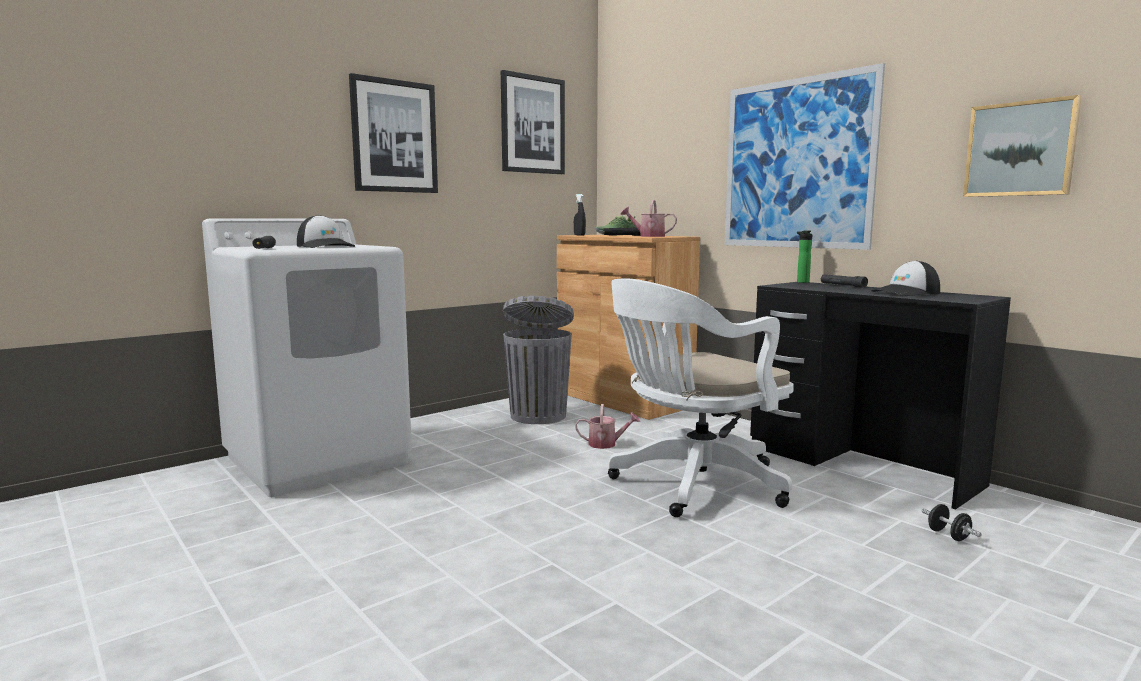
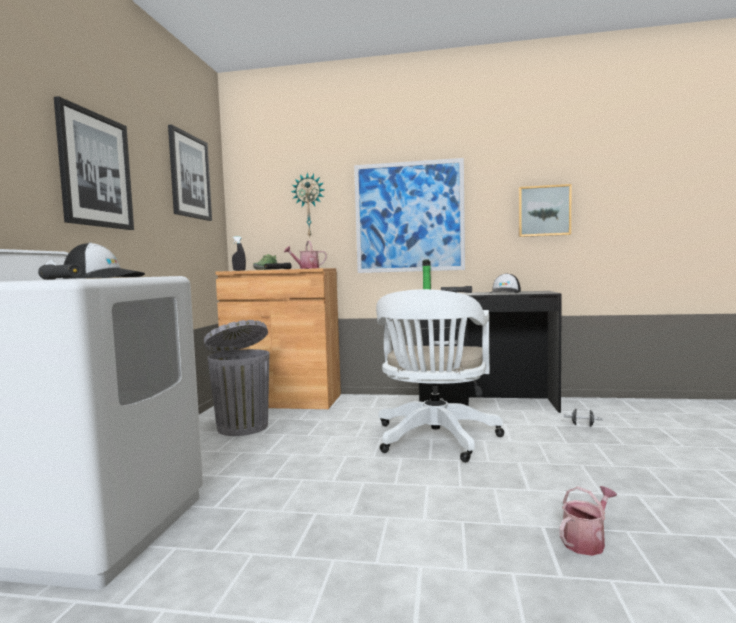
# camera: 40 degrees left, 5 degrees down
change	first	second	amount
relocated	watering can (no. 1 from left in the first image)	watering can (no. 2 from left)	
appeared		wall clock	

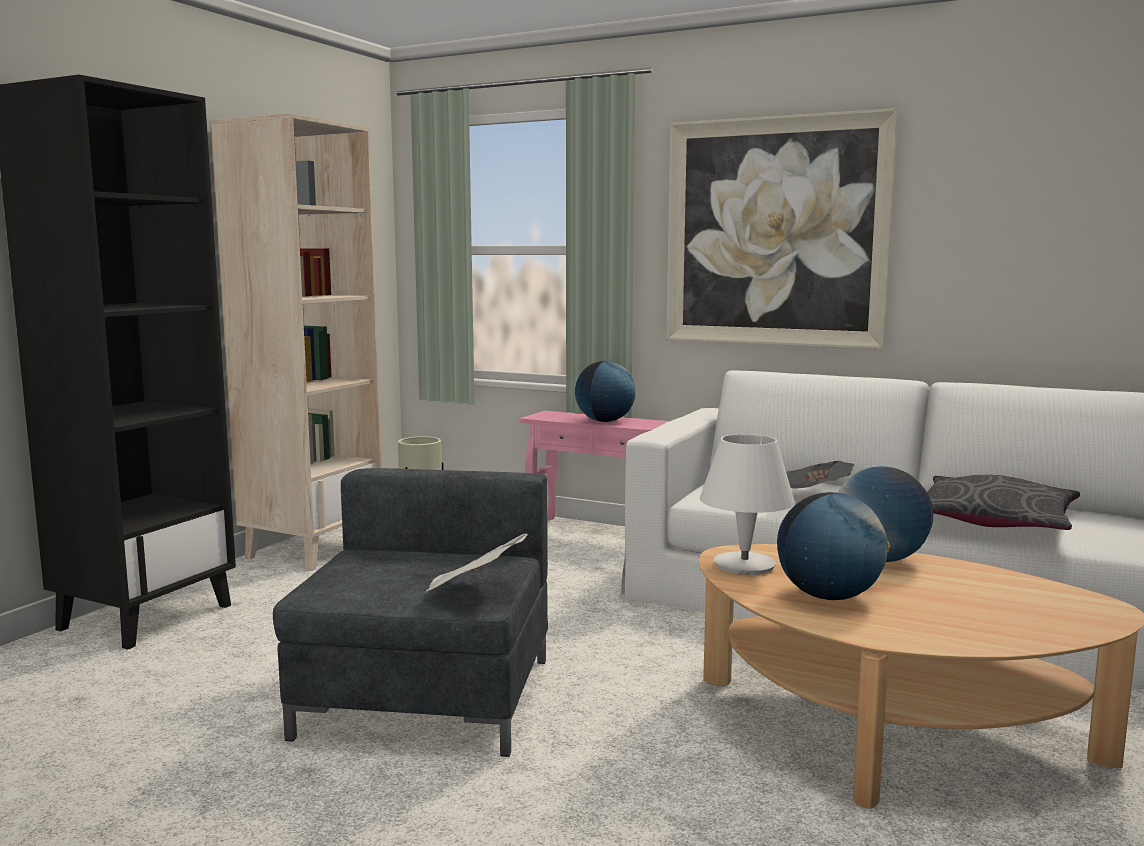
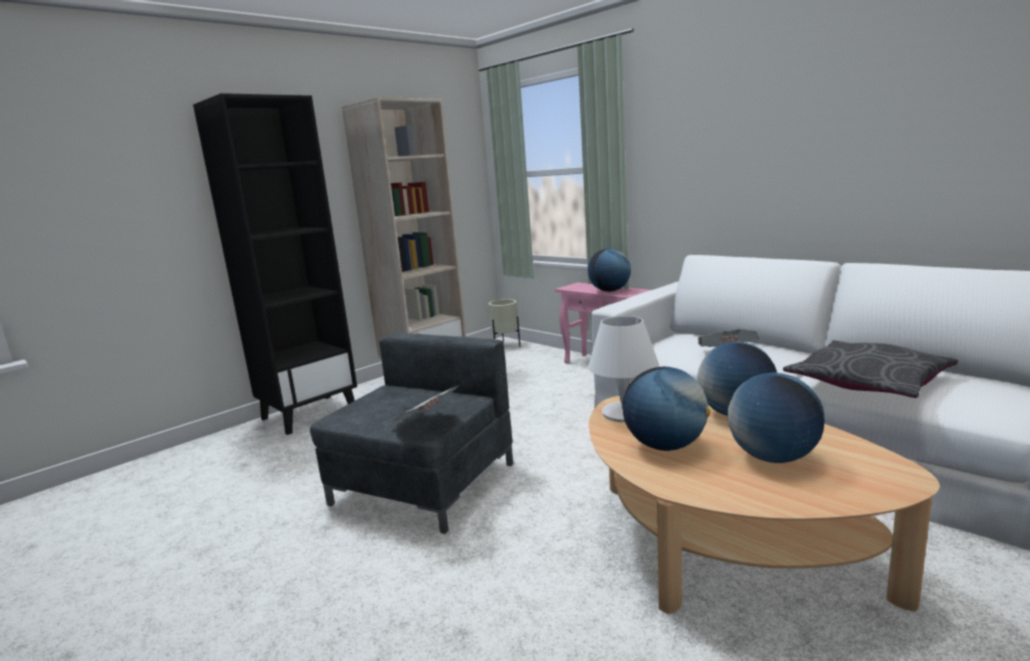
# camera: 20 degrees right, 5 degrees up
change	first	second	amount
missing	picture		
appeared		globe (no. 4 from left)	

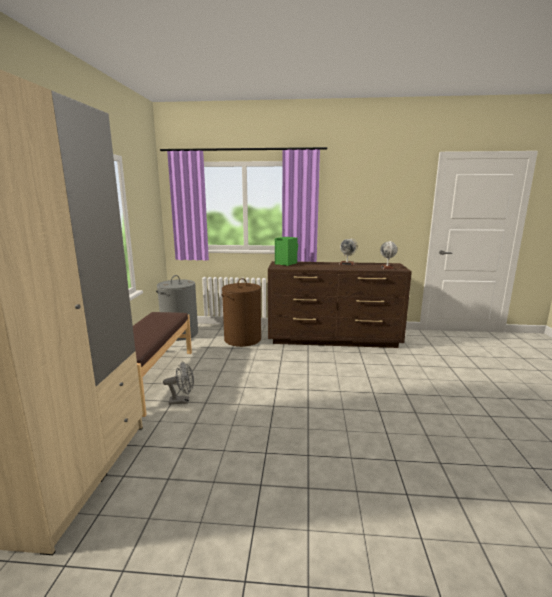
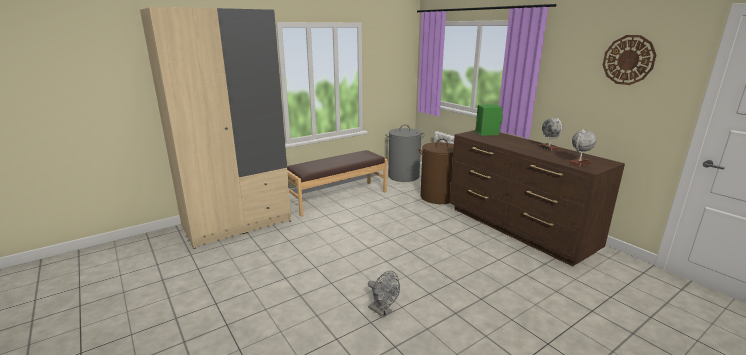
# camera: 50 degrees right, 5 degrees up
change	first	second	amount
relocated	grey fan		
appeared		wall clock	

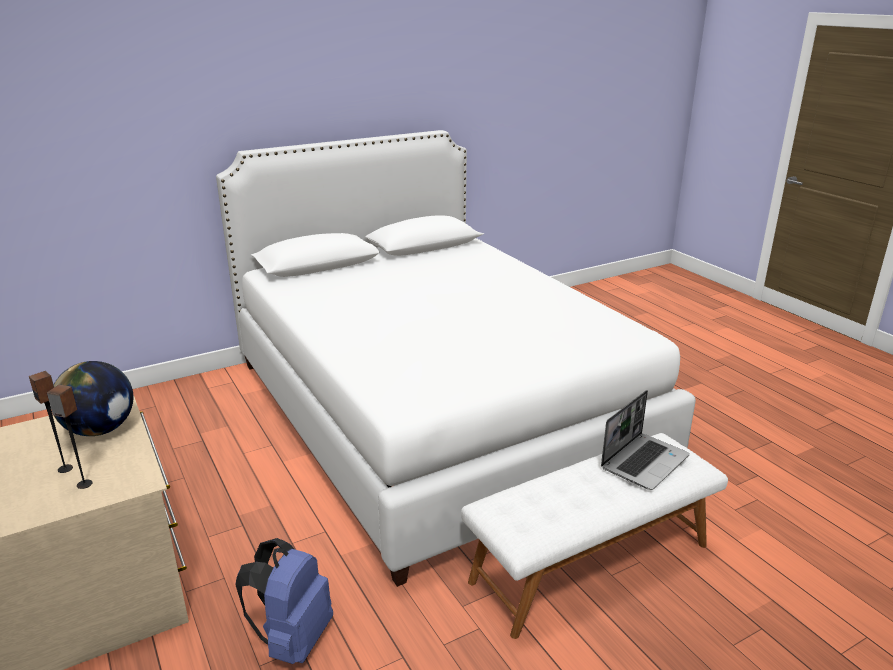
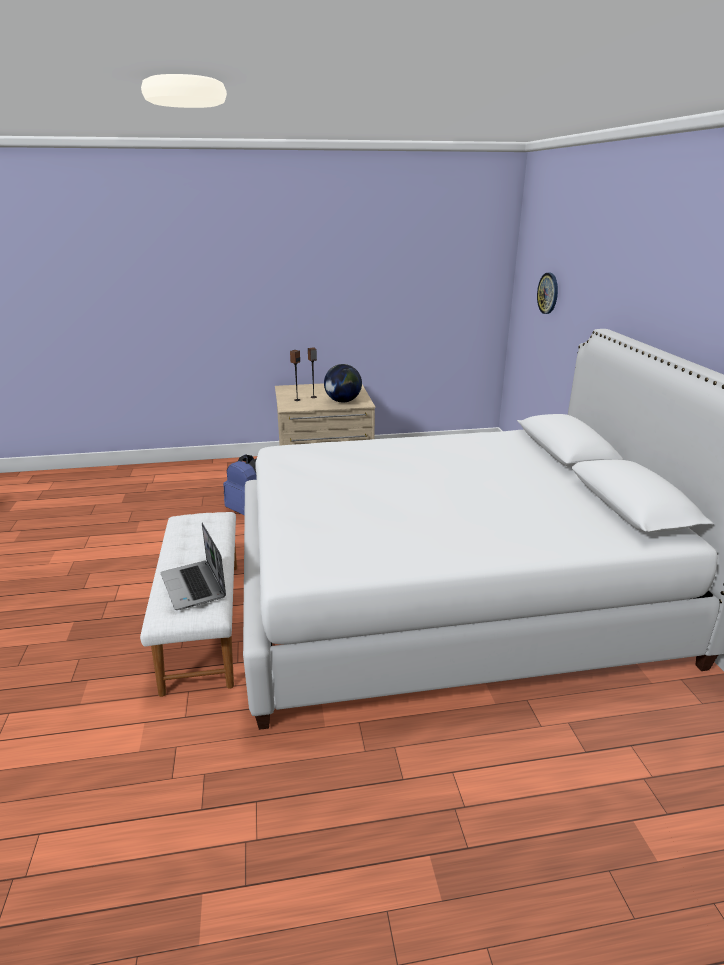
# camera: 110 degrees right, 0 degrees up
change	first	second	amount
appeared		wall clock	

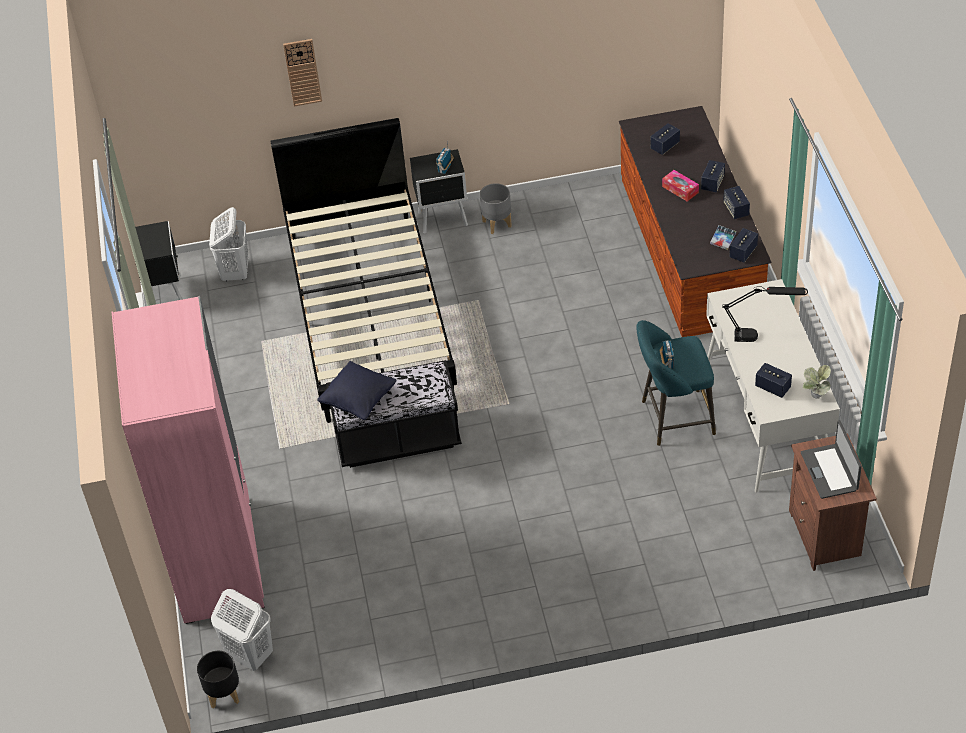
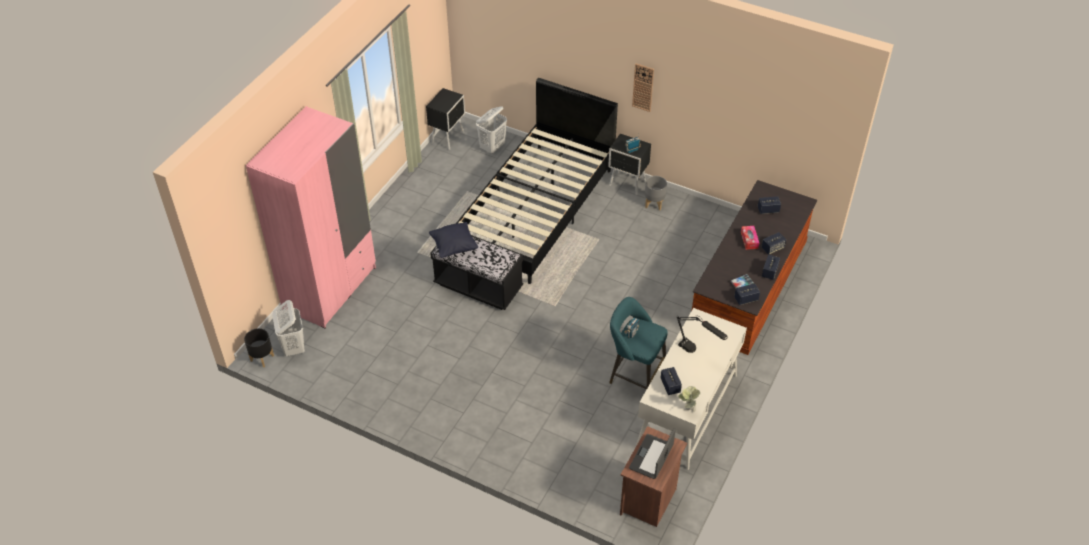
# camera: 35 degrees right, 0 degrees up
change	first	second	amount
relocated	wall clock		

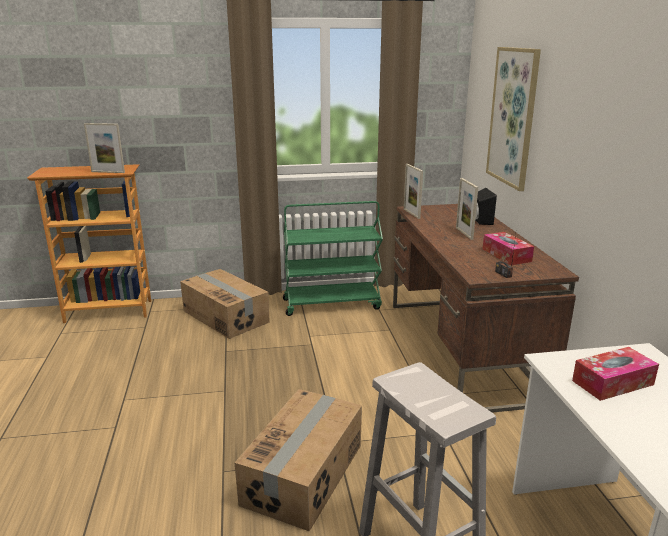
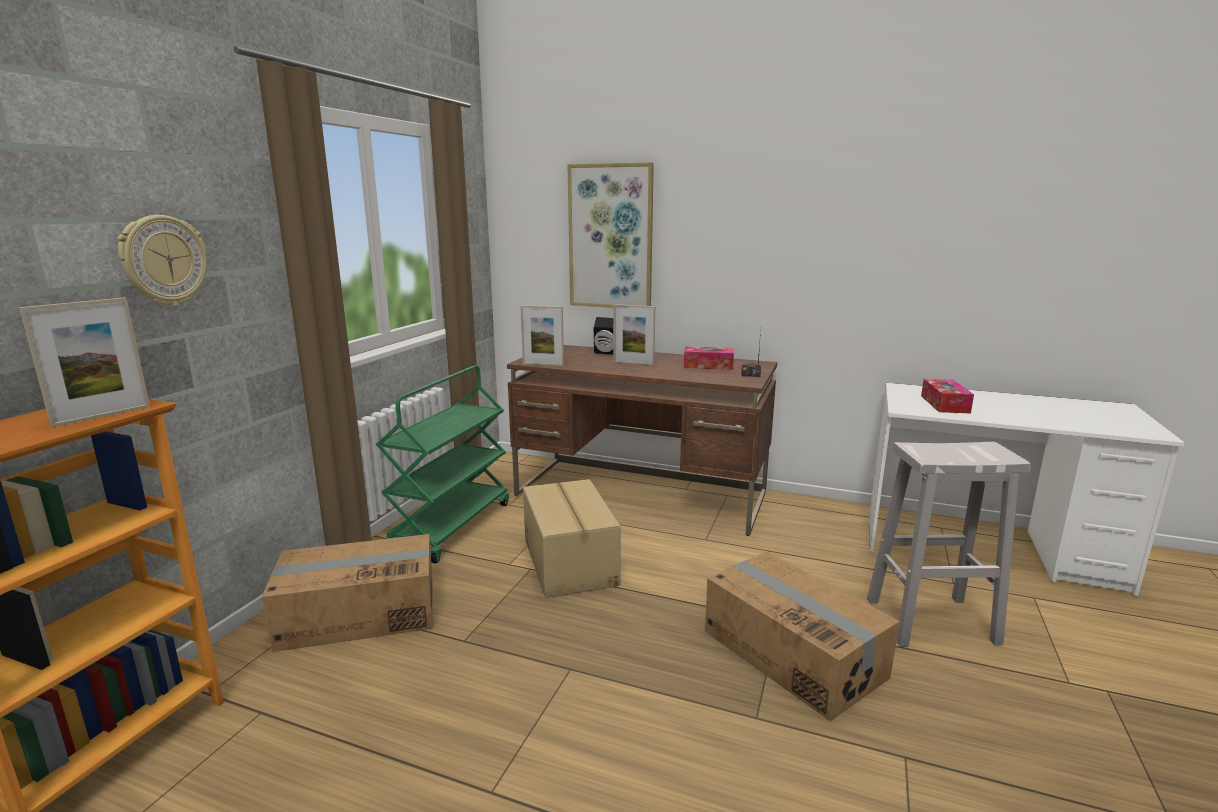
# camera: 60 degrees left, 5 degrees down
change	first	second	amount
appeared		wall clock	
appeared		cardboard box (no. 2 from left)	

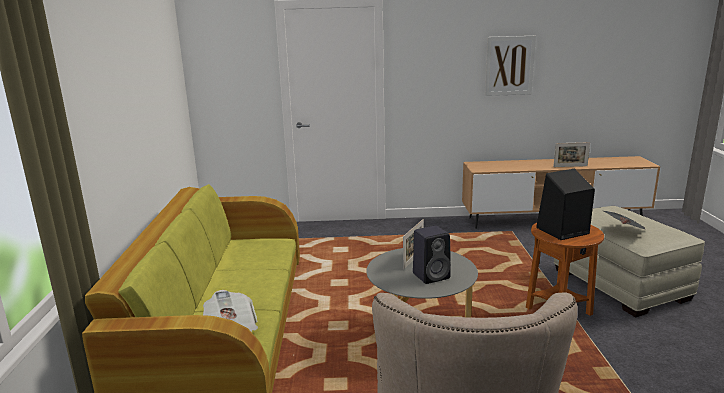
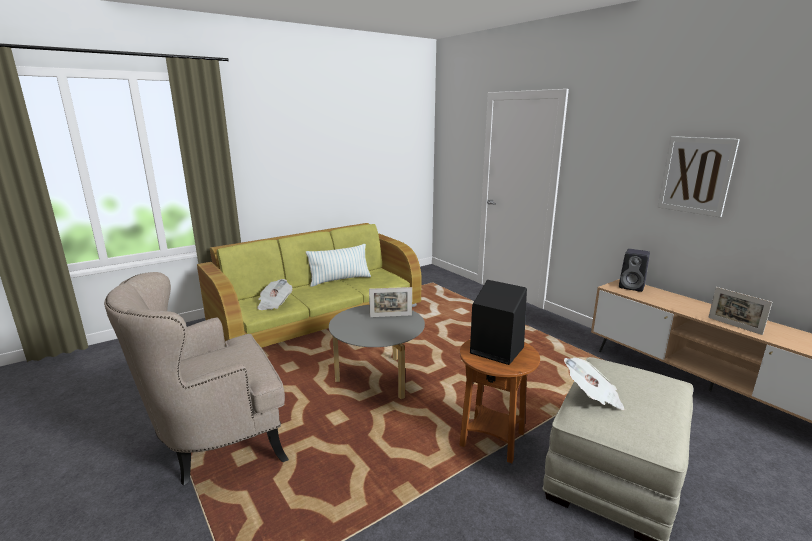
# camera: 55 degrees right, 0 degrees up
change	first	second	amount
relocated	black speaker (no. 1 from left in the first image)	black speaker (no. 2 from left)	
appeared		pillow	

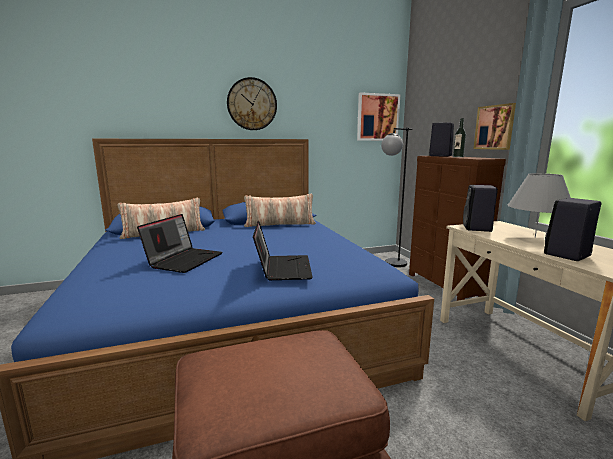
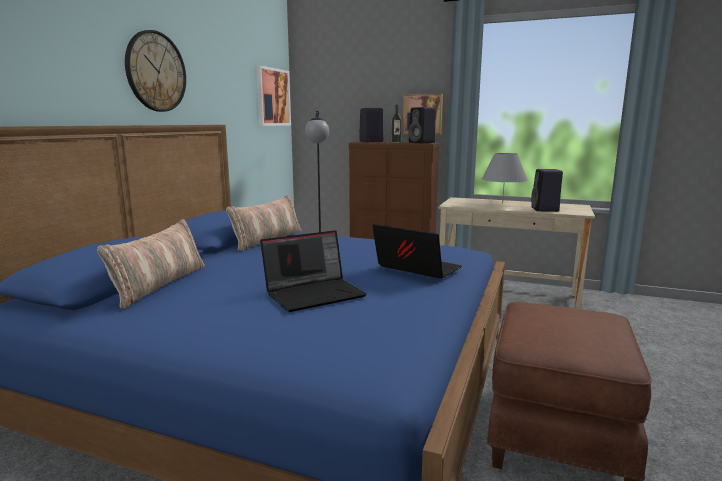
# camera: 50 degrees left, 0 degrees up
change	first	second	amount
relocated	black speaker (no. 2 from left)		
spun	laptop (no. 1 from left)		90 degrees clockwise

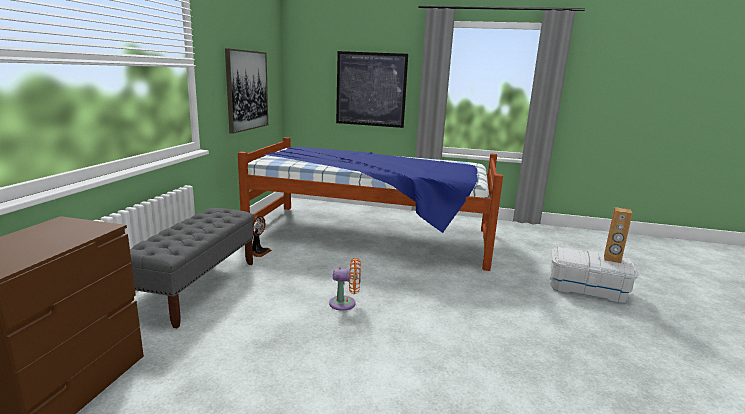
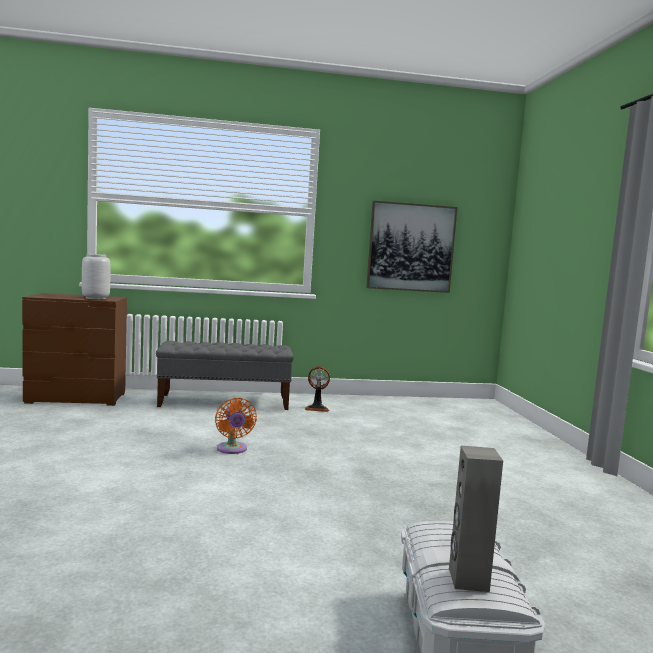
# camera: 70 degrees right, 10 degrees down
change	first	second	amount
missing	picture (no. 2 from left)		
missing	bed		
colour	brown speaker	grey speaker	
appeared		grey vase	

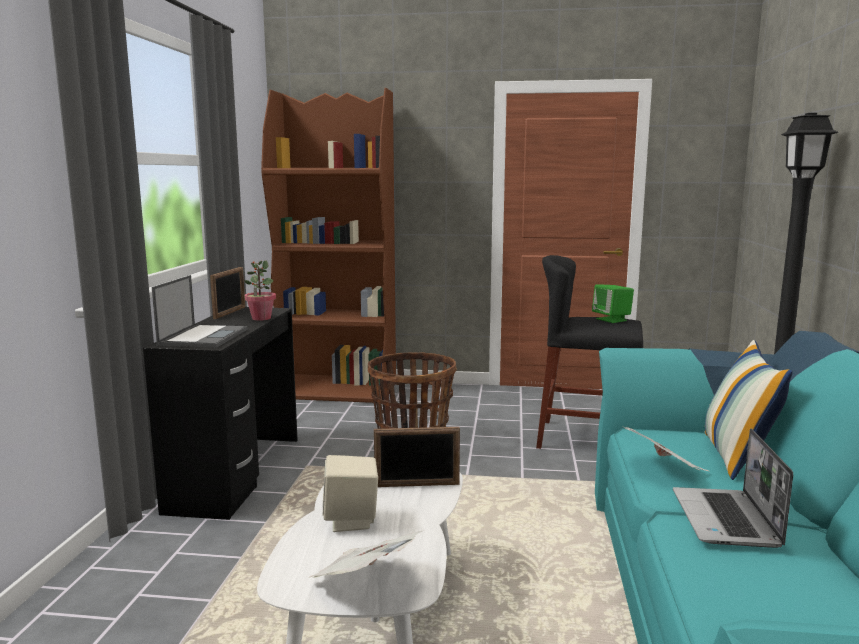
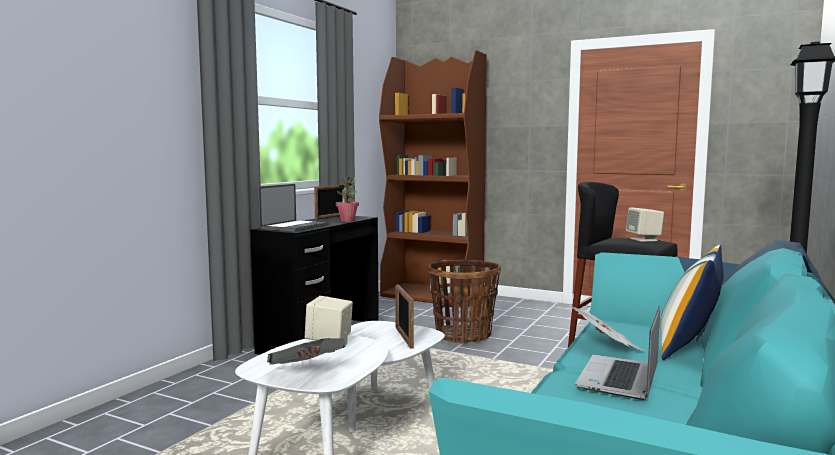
# camera: 20 degrees right, 5 degrees down
change	first	second	amount
colour	green speaker	beige speaker (no. 2 from left)	
spun	picture frame (no. 2 from left)		60 degrees clockwise

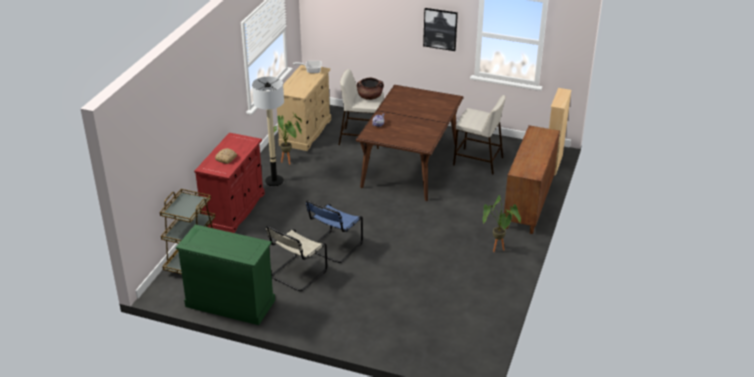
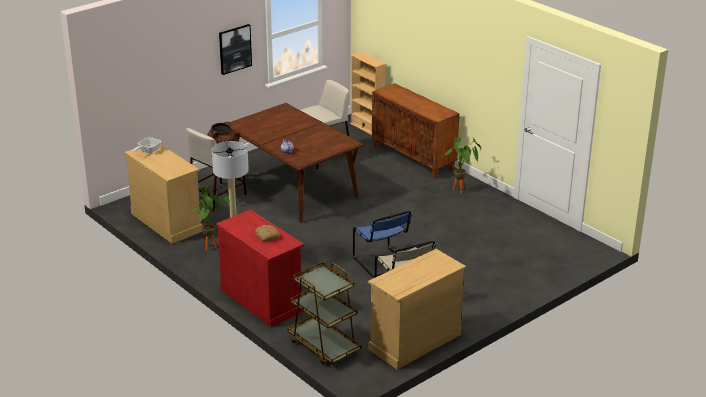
# camera: 60 degrees left, 5 degrees down
change	first	second	amount
colour	green dresser	beige dresser (no. 2 from left)	

